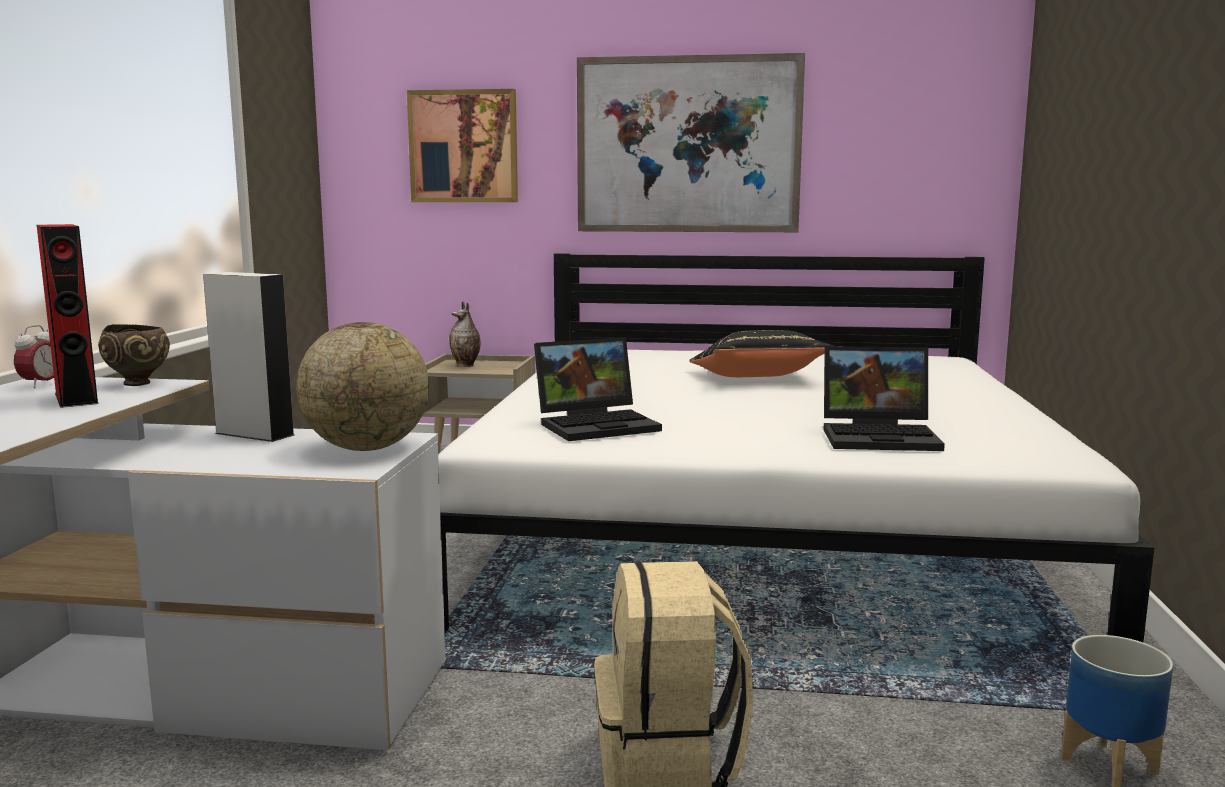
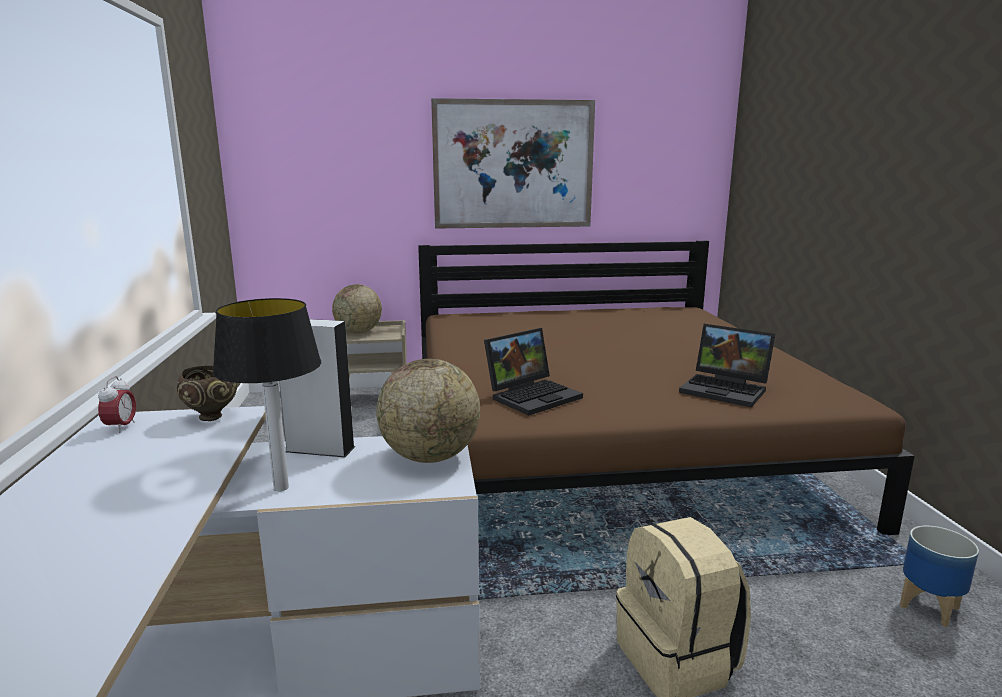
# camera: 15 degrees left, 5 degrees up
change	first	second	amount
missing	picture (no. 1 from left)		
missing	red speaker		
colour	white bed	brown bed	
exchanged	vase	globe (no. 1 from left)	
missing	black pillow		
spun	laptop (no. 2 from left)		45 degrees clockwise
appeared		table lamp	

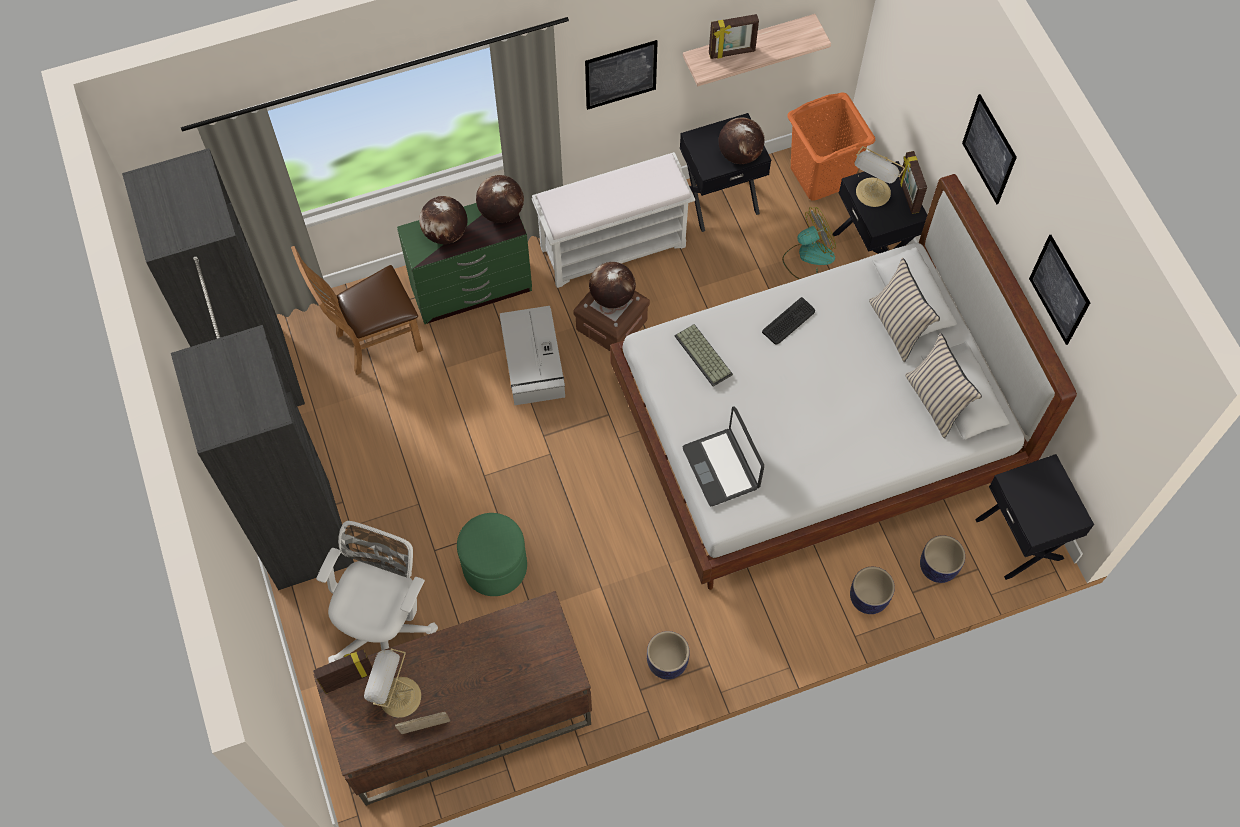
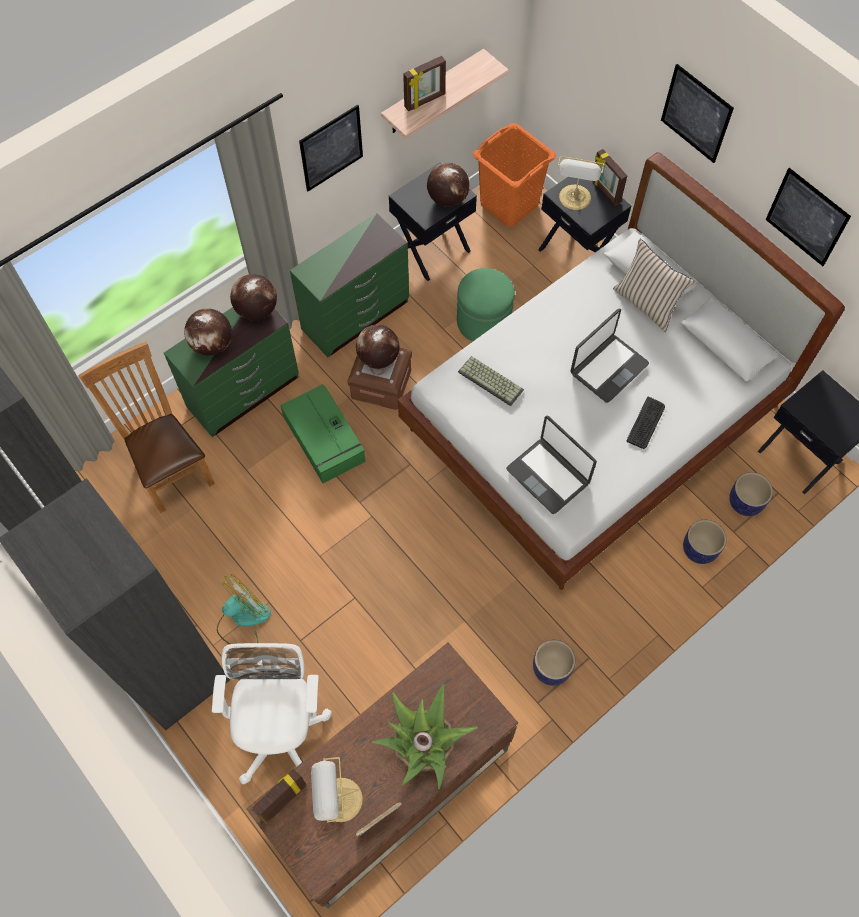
# camera: 20 degrees left, 0 degrees up
change	first	second	amount
exchanged	white bench	green dresser (no. 2 from left)	
relocated	fan		
spun	brown chair		105 degrees clockwise
relocated	keyboard (no. 2 from left)		
colour	grey storage box	green storage box	
missing	beige pillow (no. 2 from left)		
relocated	green ottoman		
appeared		laptop (no. 2 from left)	
appeared		potted plant	

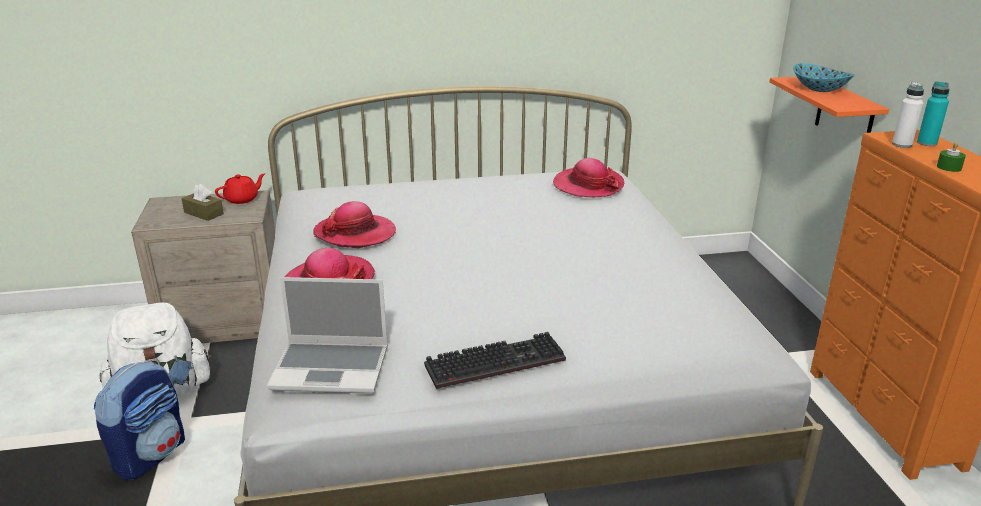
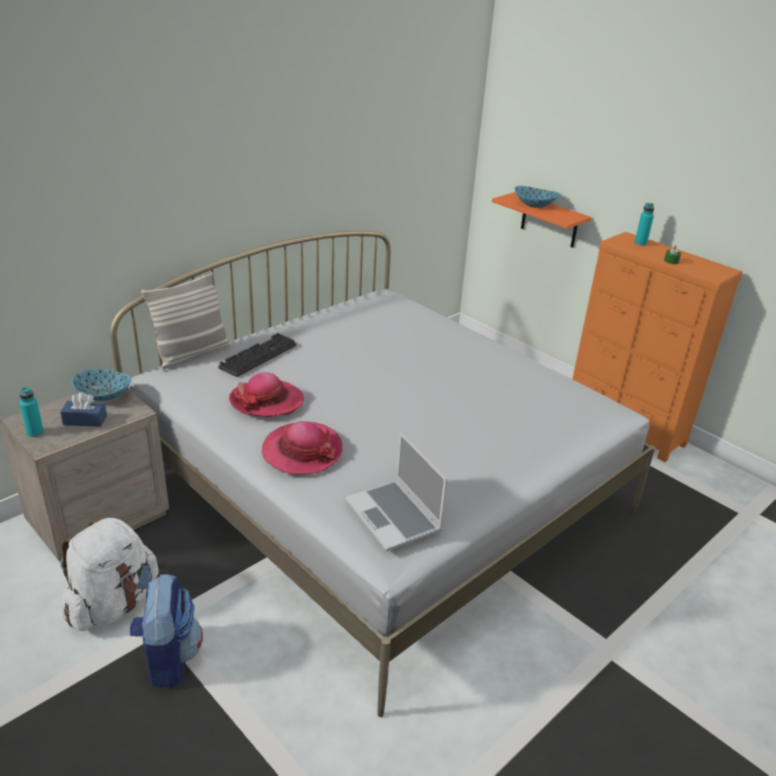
# camera: 35 degrees left, 5 degrees up
change	first	second	amount
missing	white bottle		
missing	hat (no. 3 from left)		
exchanged	red teapot	bowl (no. 1 from left)	
colour	brown tissue box	blue tissue box	
spun	laptop		90 degrees clockwise
relocated	keyboard		
appeared		pillow	
appeared		turquoise bottle (no. 1 from left)	

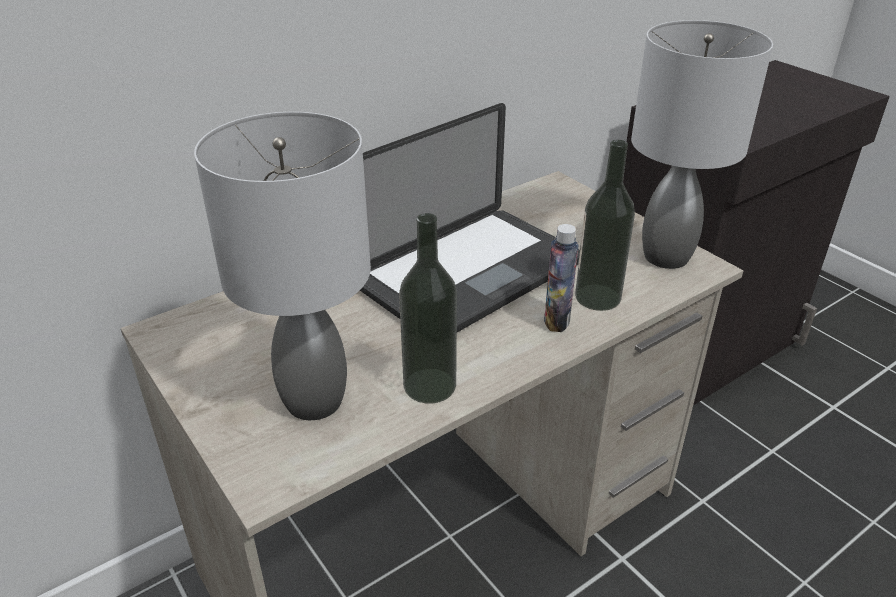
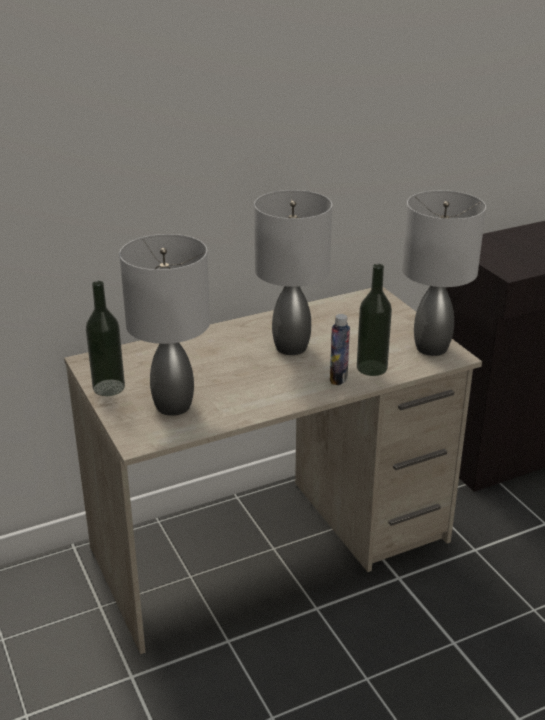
# camera: 10 degrees right, 5 degrees down
change	first	second	amount
exchanged	laptop	grey table lamp (no. 2 from left)	
relocated	bottle (no. 1 from left)		

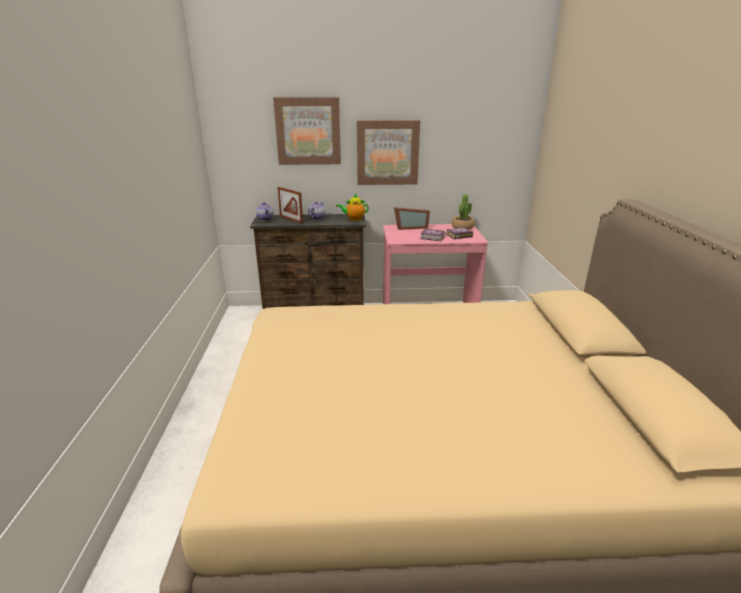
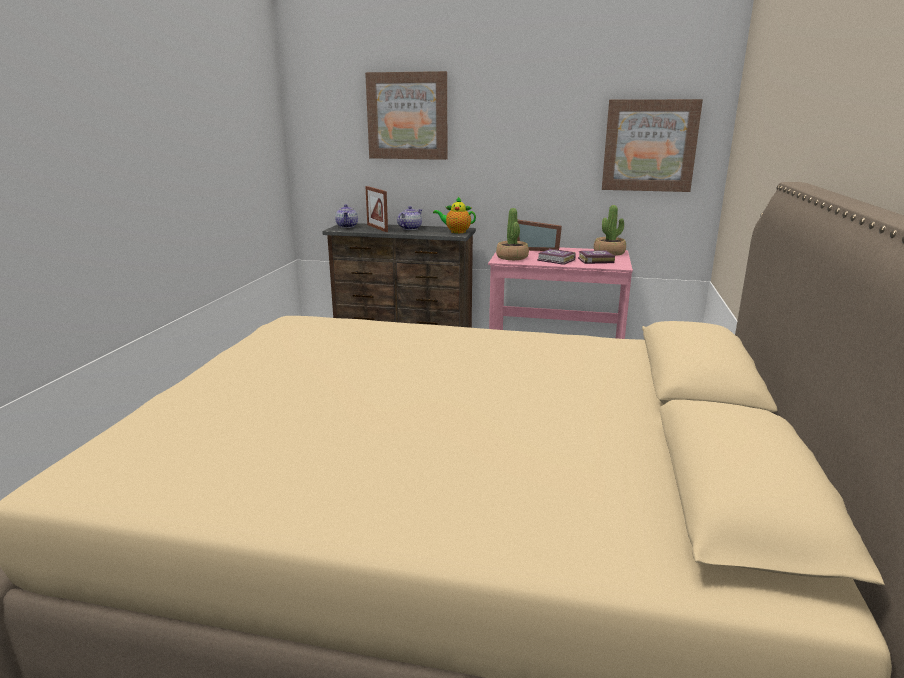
# camera: 15 degrees right, 5 degrees down
change	first	second	amount
relocated	picture (no. 2 from left)		
appeared		potted plant (no. 1 from left)	

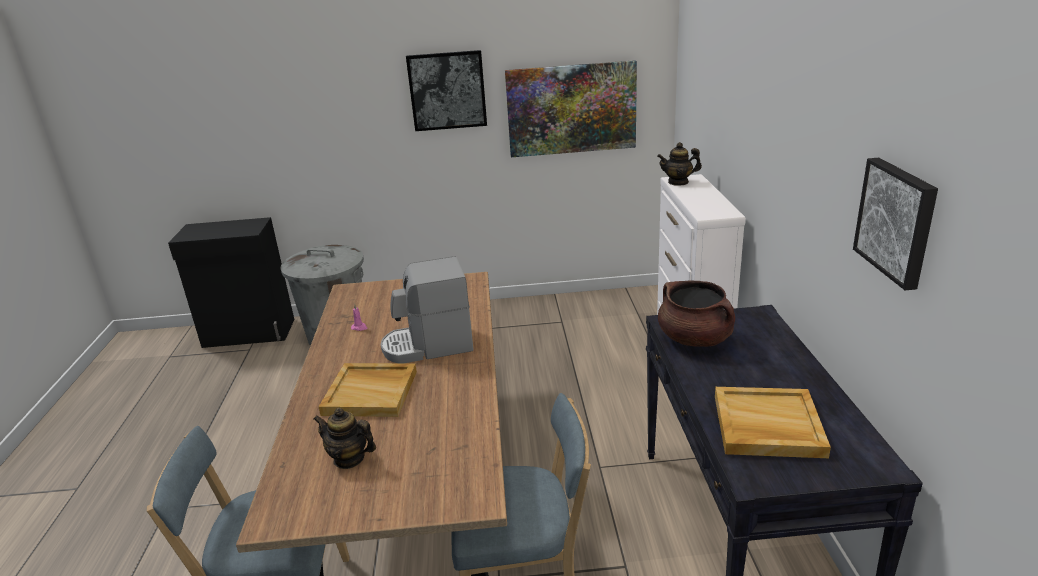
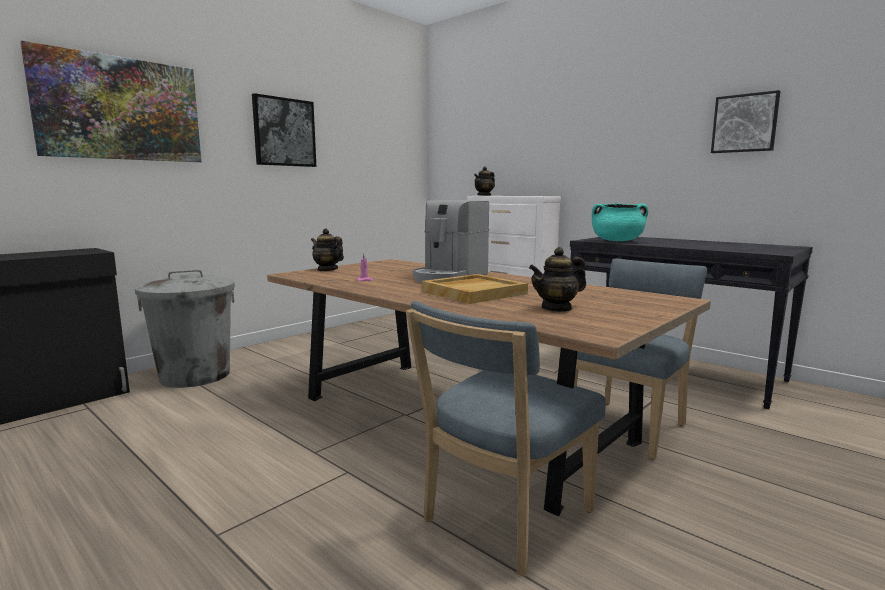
# camera: 45 degrees left, 15 degrees down
change	first	second	amount
relocated	picture (no. 2 from left in the first image)	picture (no. 1 from left)	
colour	brown cooking pot	turquoise cooking pot	
missing	beige tray (no. 2 from left)		
appeared		teapot (no. 1 from left)	

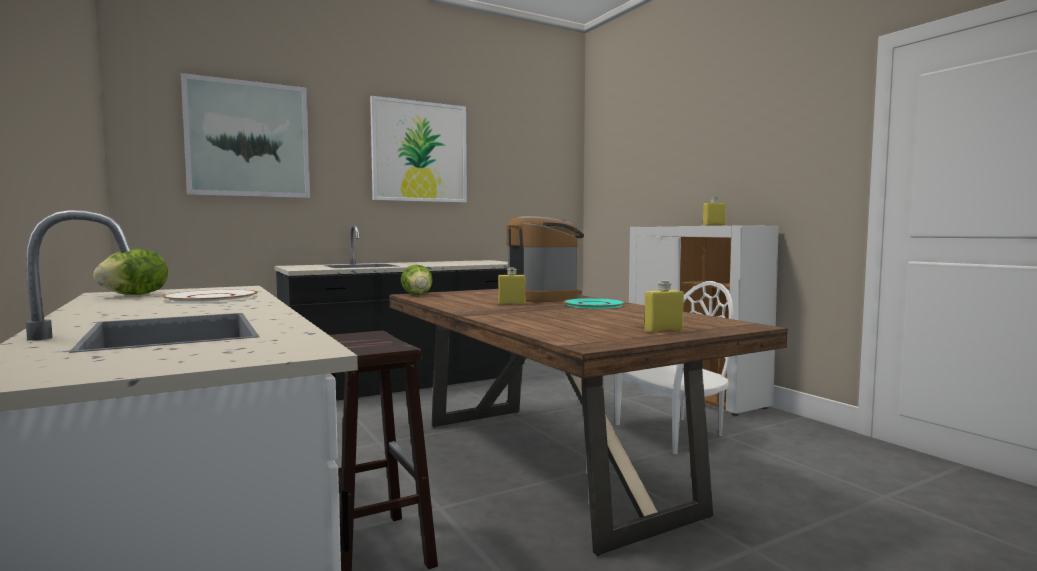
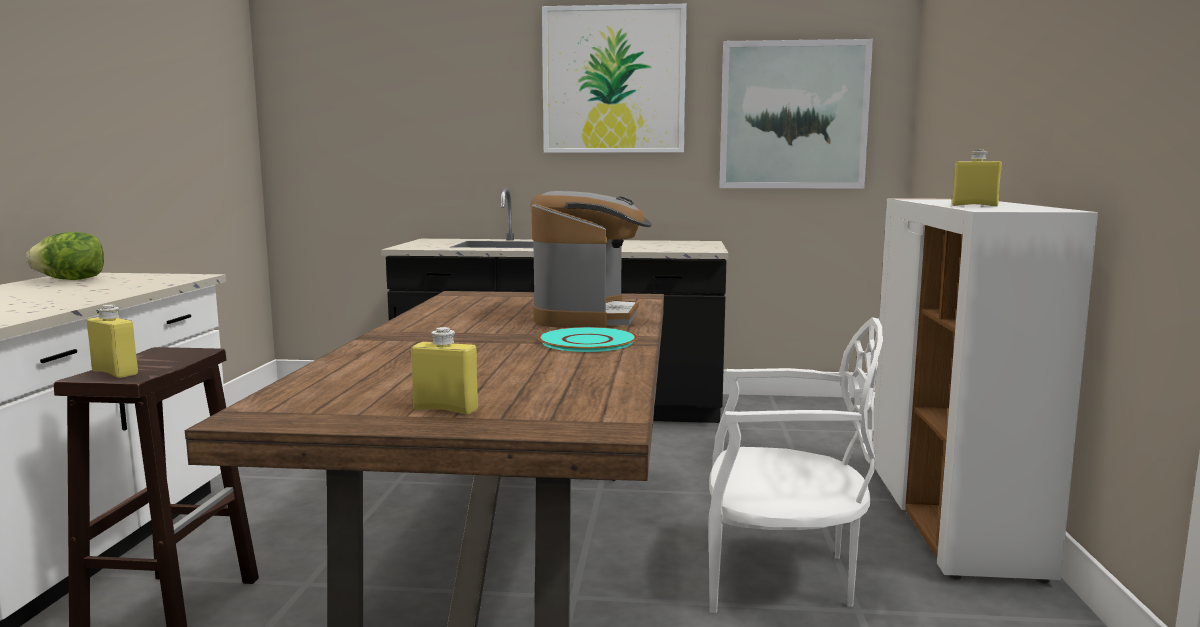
# camera: 35 degrees right, 5 degrees up
change	first	second	amount
relocated	picture (no. 1 from left in the first image)	picture (no. 2 from left)	
missing	lettuce (no. 2 from left)		
relocated	yellow bottle (no. 1 from left)		
missing	white plate		

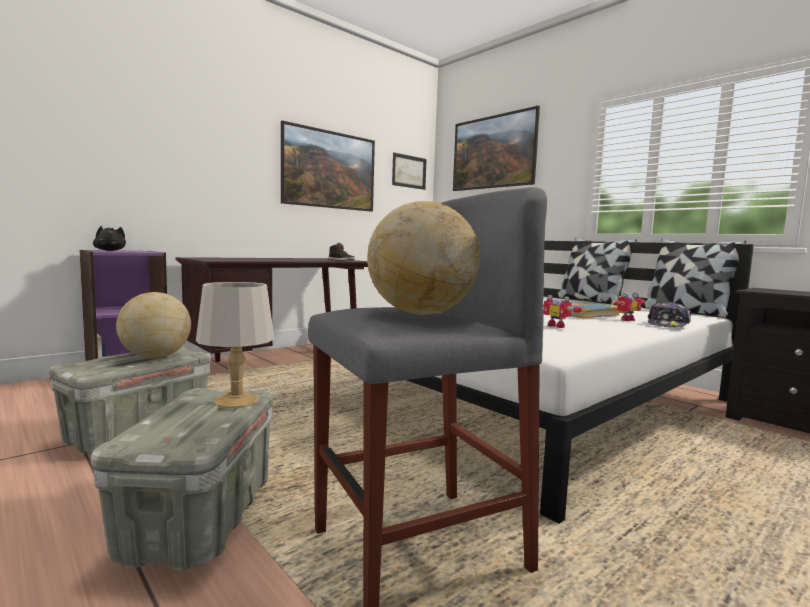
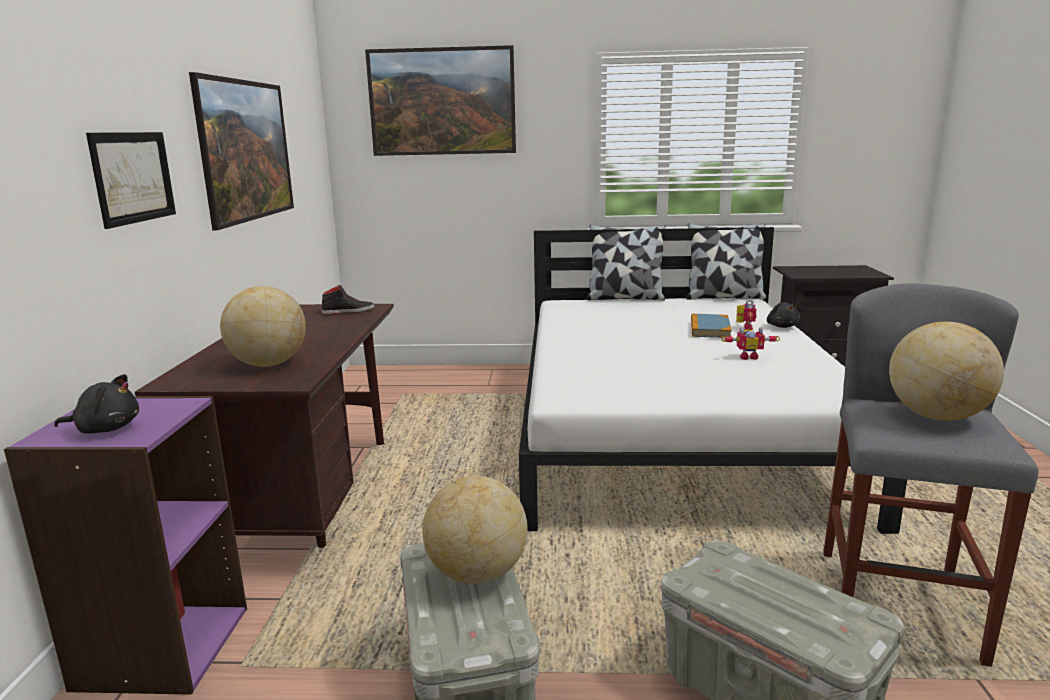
# camera: 45 degrees left, 10 degrees up
change	first	second	amount
relocated	picture (no. 2 from left in the first image)	picture (no. 1 from left)	
missing	grey table lamp		
exchanged	cap	black plush toy (no. 2 from left)	
appeared		globe (no. 1 from left)	

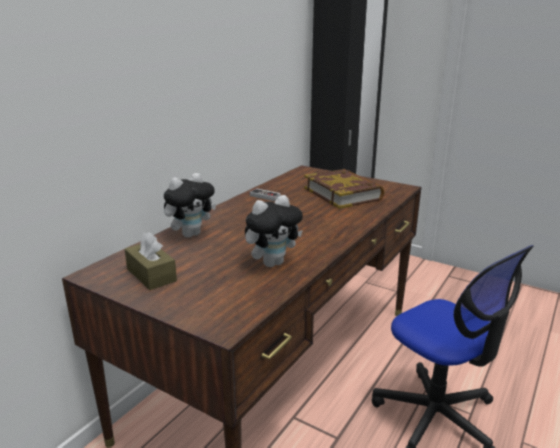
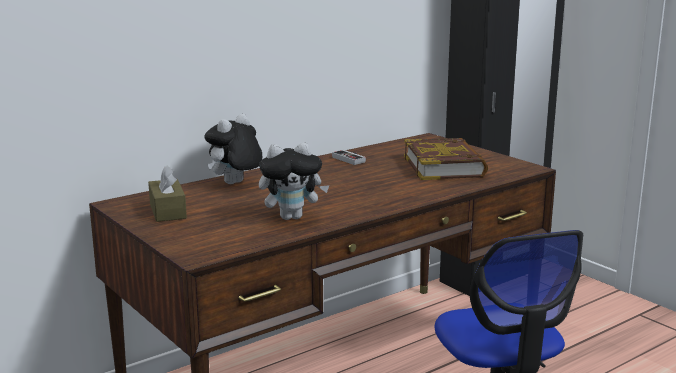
# camera: 20 degrees right, 5 degrees down
change	first	second	amount
spun	plush toy (no. 1 from left)		150 degrees clockwise

